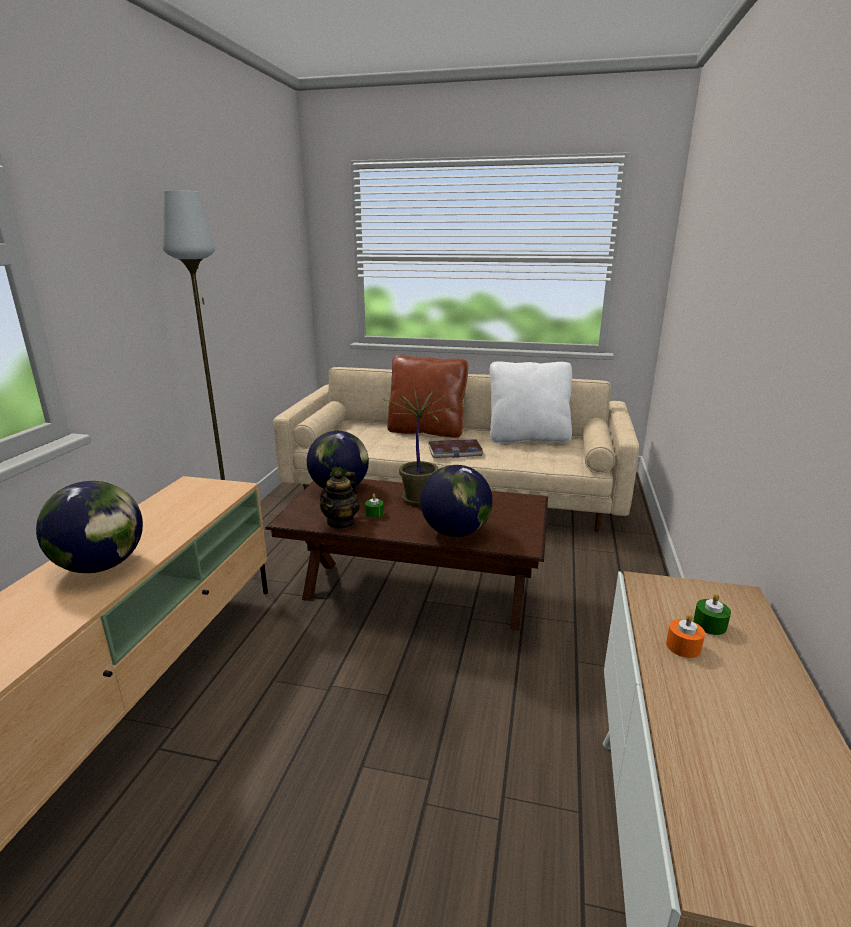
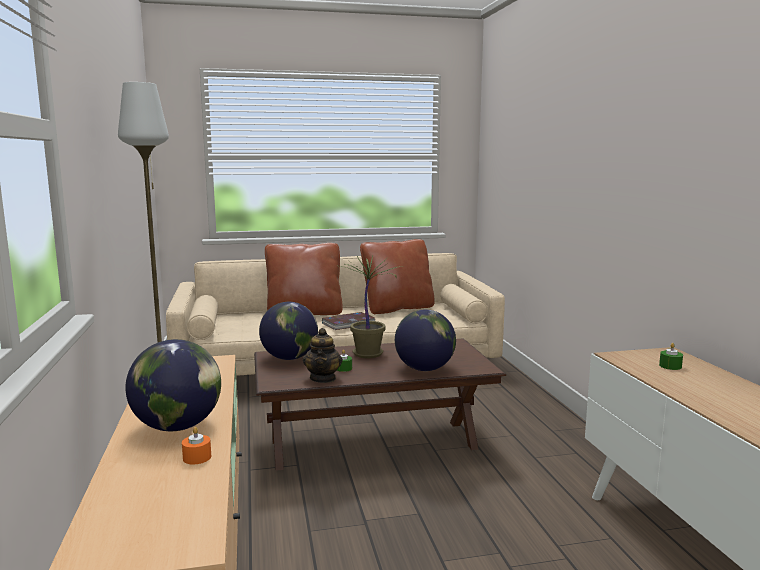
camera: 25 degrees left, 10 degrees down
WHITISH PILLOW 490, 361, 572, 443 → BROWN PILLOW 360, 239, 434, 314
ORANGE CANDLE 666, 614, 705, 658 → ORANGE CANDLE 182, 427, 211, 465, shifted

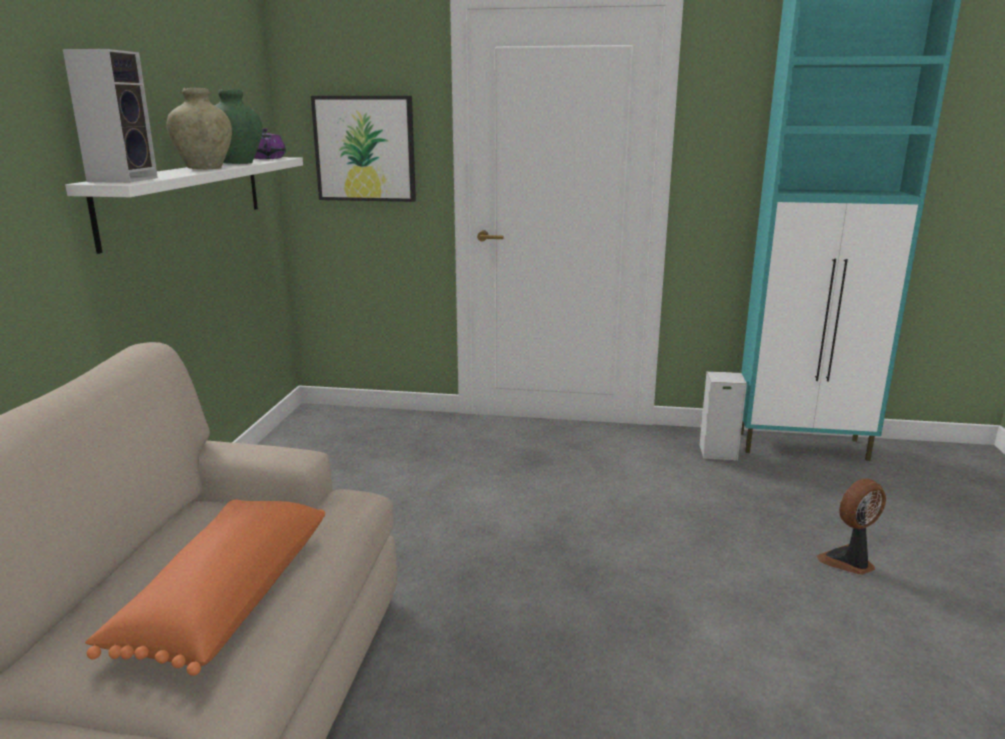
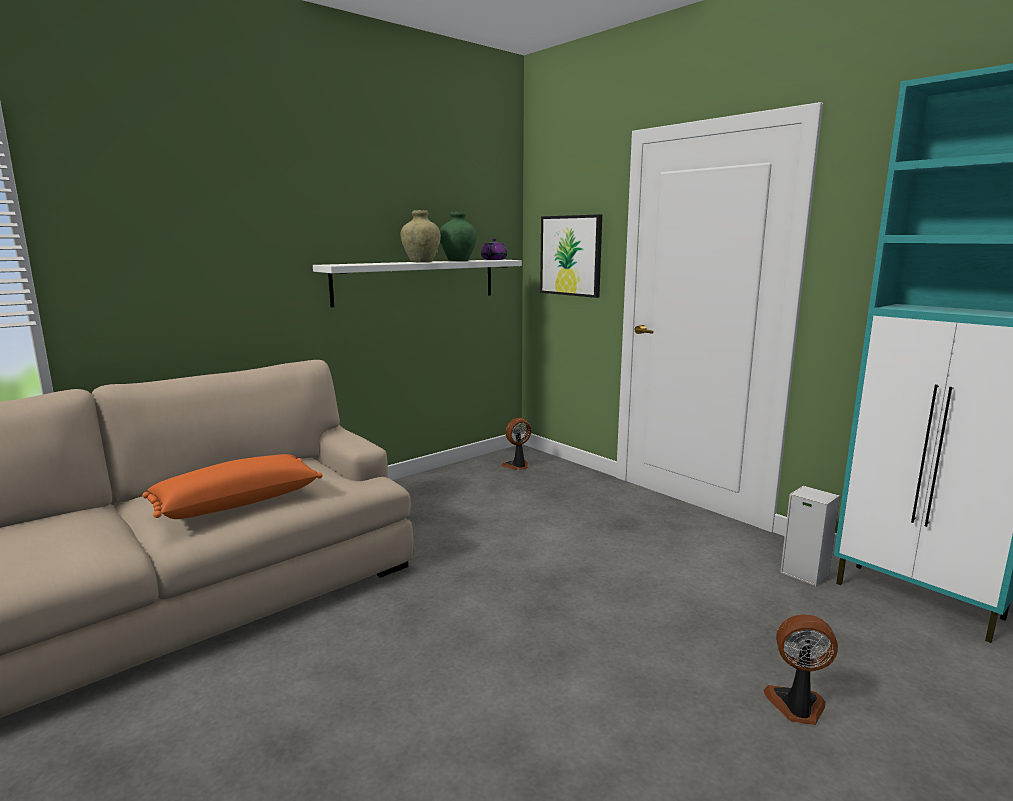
camera: 40 degrees right, 5 degrees down
LOUDSPEAKER 63, 49, 158, 183 → -
- → COOLING FAN 501, 417, 531, 470

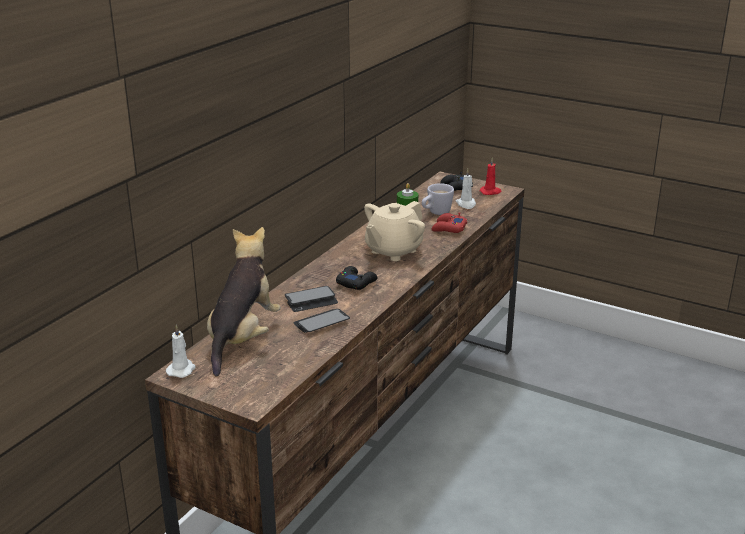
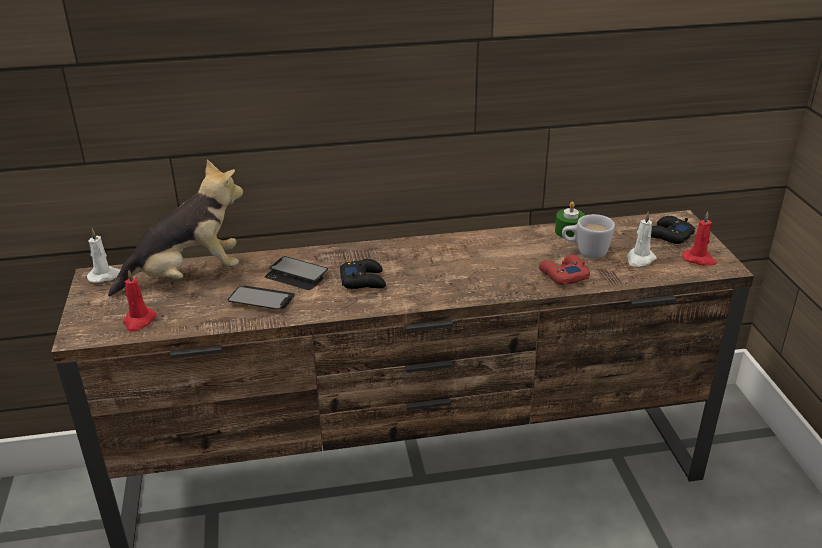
camera: 50 degrees right, 5 degrees up
BEIGE TEA POT 364, 201, 425, 261 → -
- → RED-COLOURED CANDLE 123, 270, 157, 332

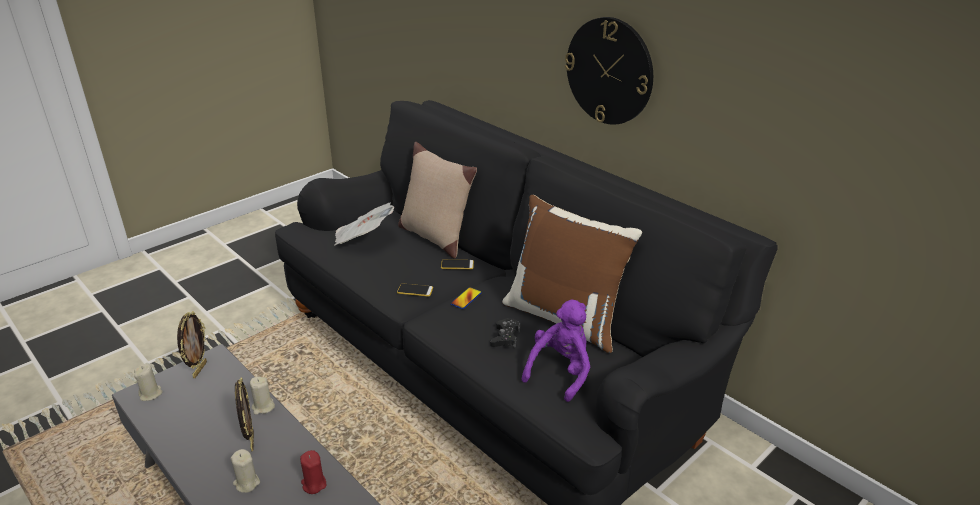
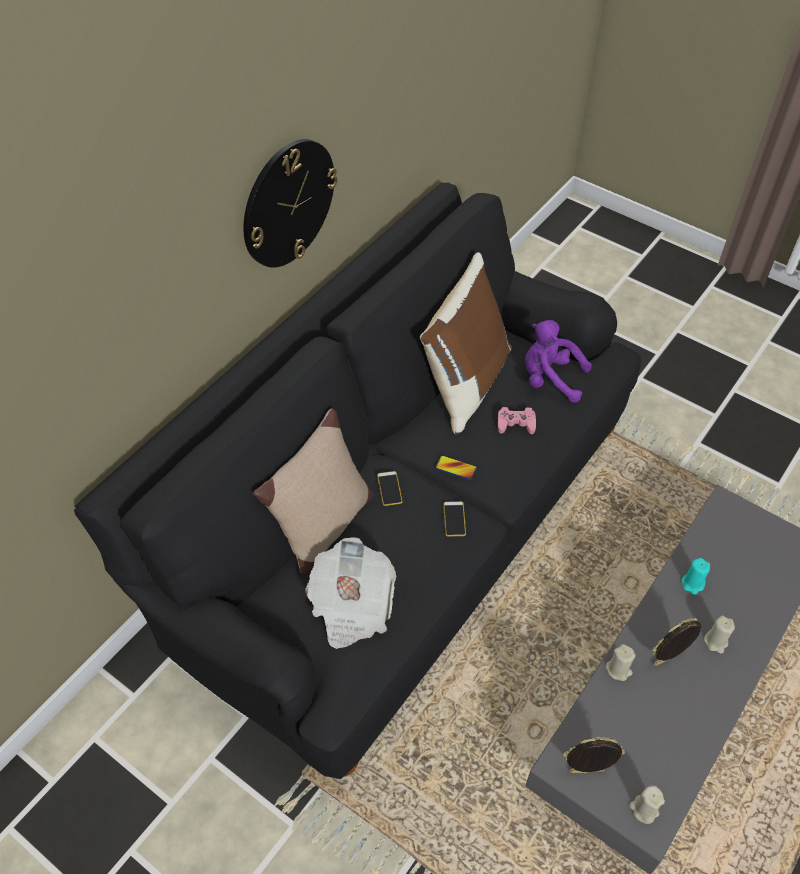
camera: 100 degrees left, 20 degrees up
BLACKISH JOYPAD 490, 318, 520, 348 → PINK-COLOURED JOYPAD 498, 407, 536, 434
RED-COLOURED CANDLE 300, 450, 326, 494 → TURQUOISE CANDLE 682, 558, 710, 595

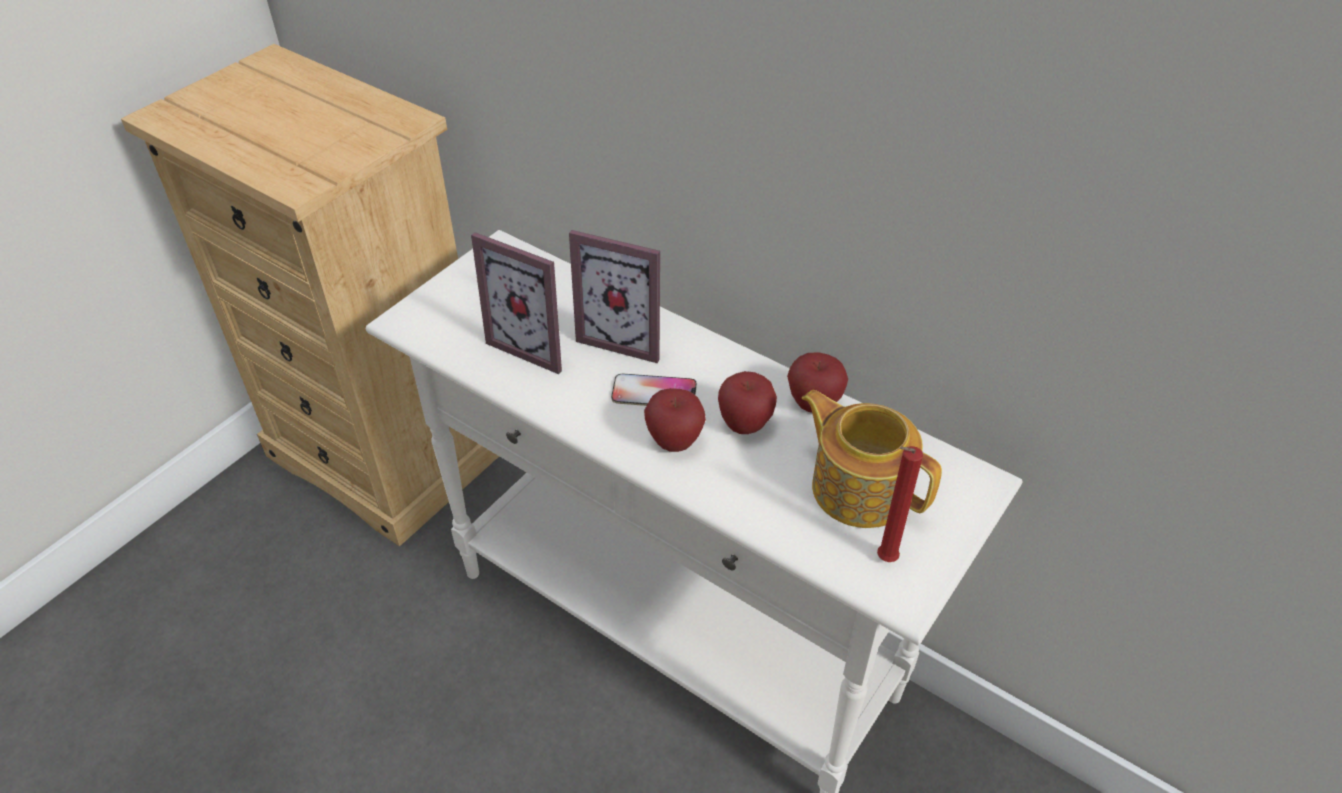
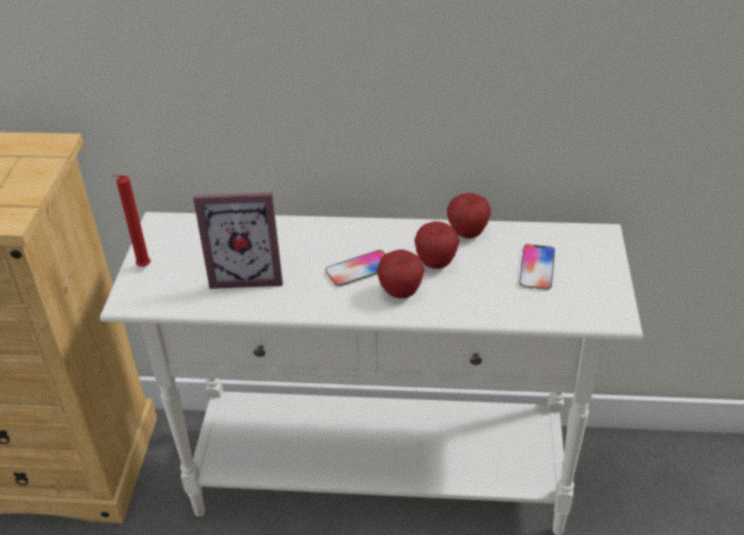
camera: 30 degrees left, 5 degrees down
PHOTO FRAME 569, 230, 660, 363 → -
TEA POT 802, 390, 942, 528 → TELEPHONE 519, 244, 555, 290
RED-COLOURED CANDLE 877, 446, 923, 562 → RED-COLOURED CANDLE 111, 175, 151, 267, shifted

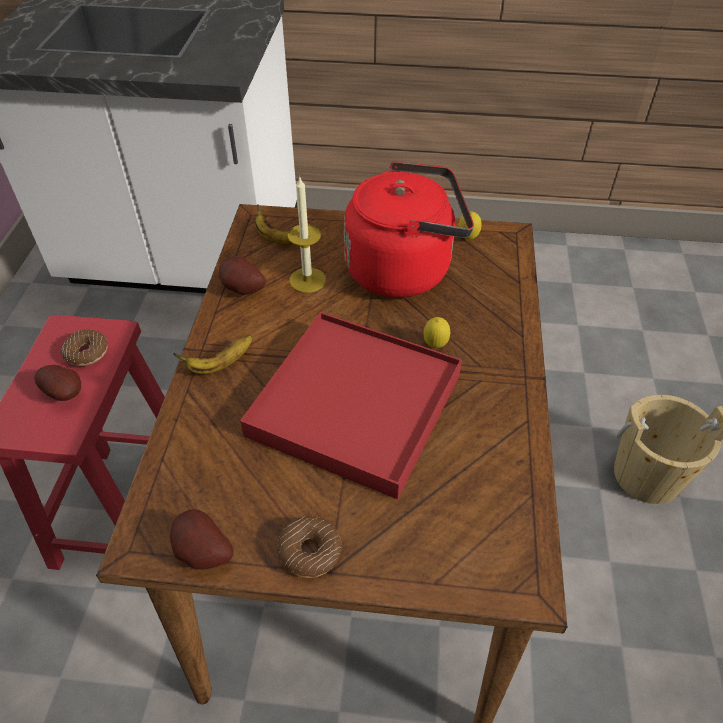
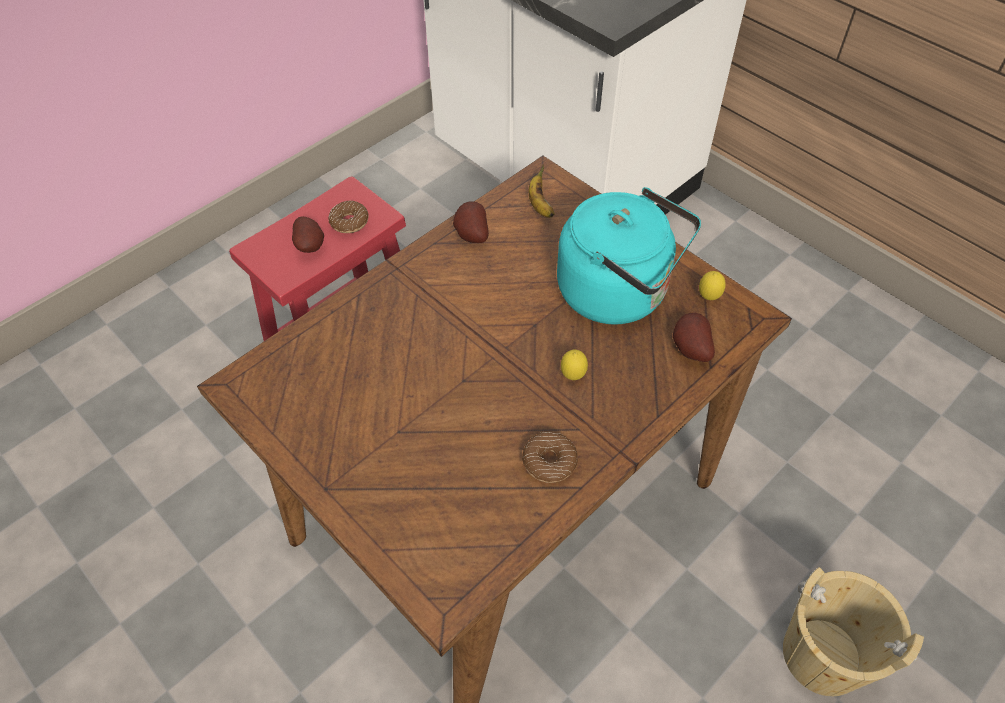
camera: 40 degrees right, 5 degrees up
RED-COLOURED TEA KETTLE 344, 161, 474, 298 → TURQUOISE TEA KETTLE 557, 187, 701, 325
CANDLE 288, 178, 326, 293 → -
RED-COLOURED SERVING TRAY 240, 312, 462, 499 → -
WHOLE BANANA 173, 335, 253, 374 → -
WHOLE POTATO 170, 509, 234, 570 → WHOLE POTATO 673, 313, 715, 362, shifted
DOUGHNUT 277, 516, 342, 578 → DOUGHNUT 522, 431, 578, 483, shifted

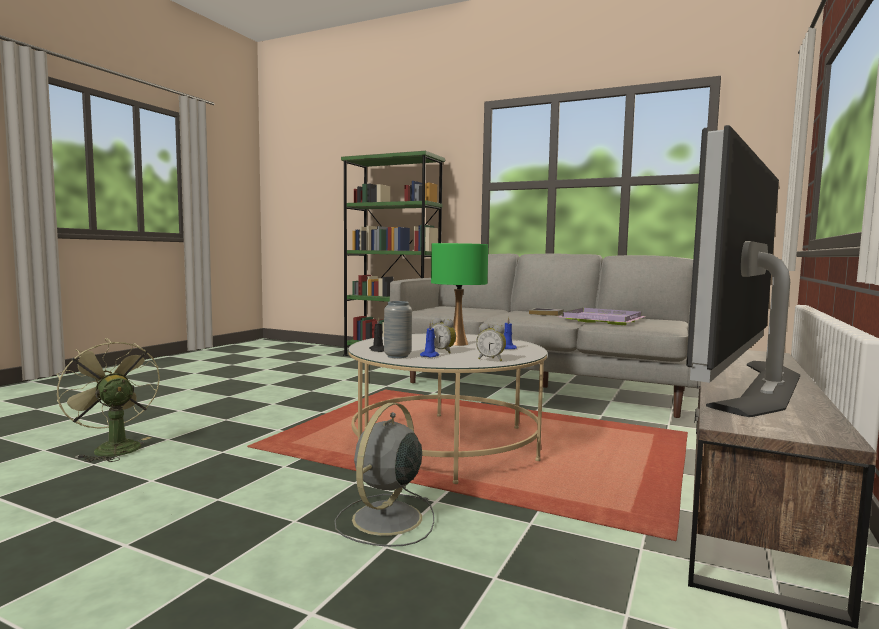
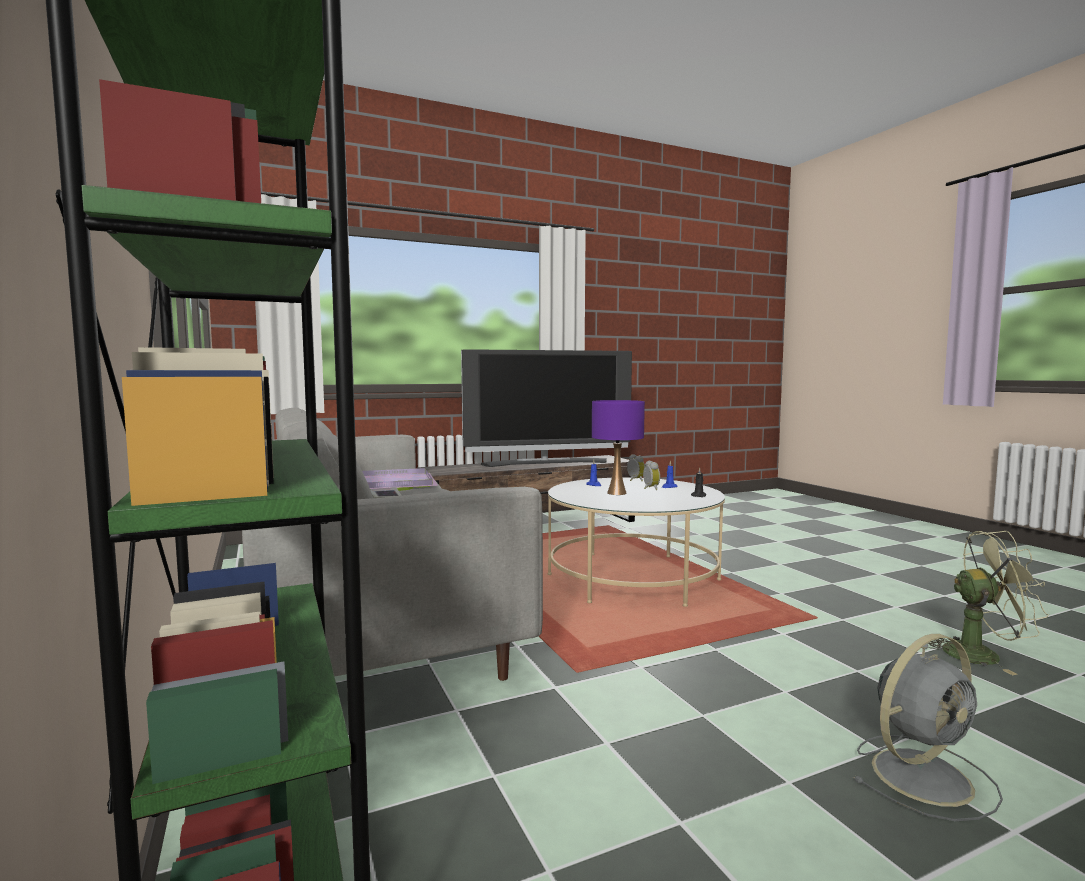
camera: 140 degrees left, 0 degrees up
GREEN-COLOURED TABLETOP LAMP 431, 243, 488, 346 → PURPLISH TABLETOP LAMP 592, 400, 645, 495
GRAY VASE 384, 301, 412, 358 → -
GREEN-COLOURED COOLING FAN 56, 338, 160, 462 → GREEN-COLOURED COOLING FAN 927, 531, 1049, 675, 75 degrees counterclockwise
GRAY COOLING FAN 334, 403, 434, 547 → GRAY COOLING FAN 853, 634, 1003, 821, shifted

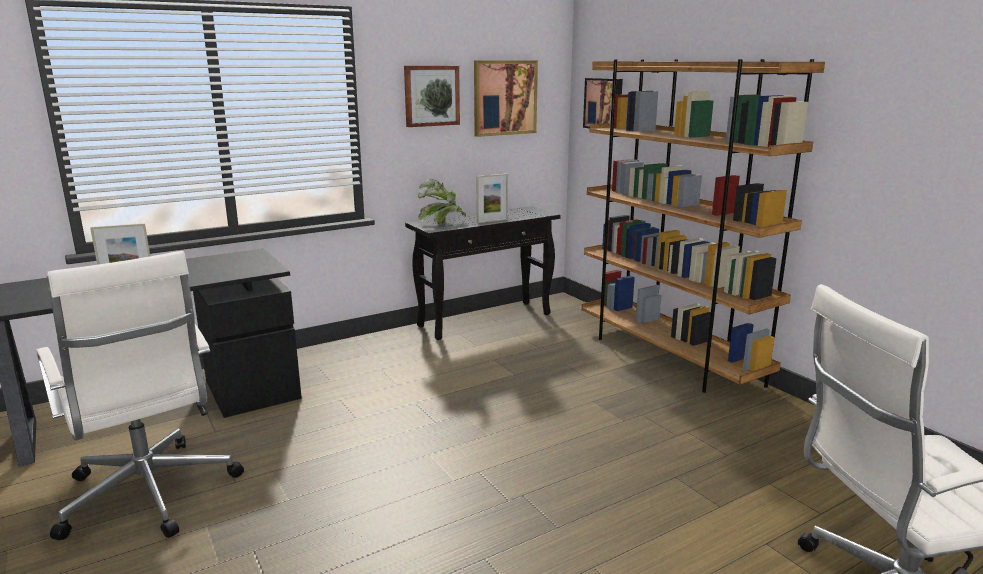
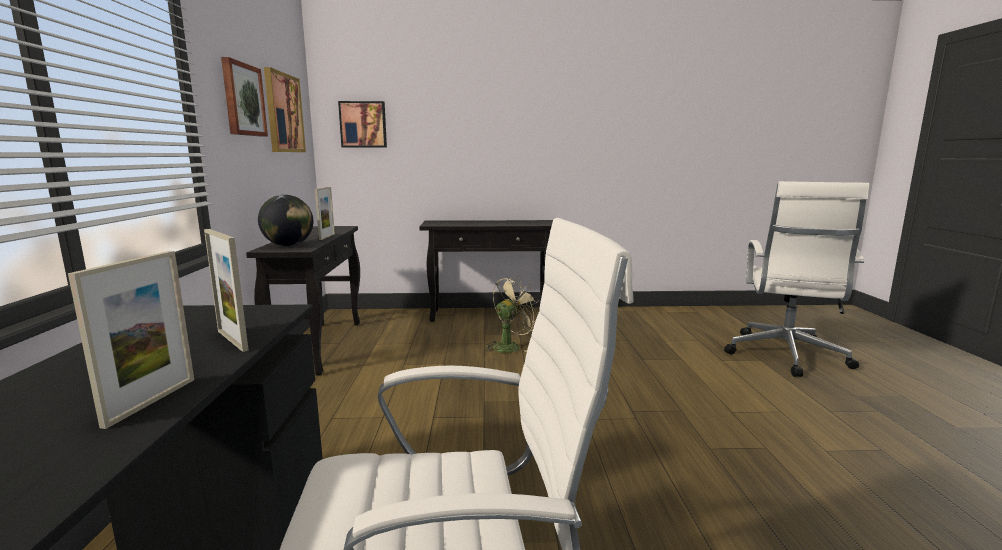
camera: 60 degrees left, 5 degrees down
BROWN SHELVING UNIT 582, 59, 825, 393 → BLACKISH NARROW TABLE 419, 220, 553, 322
POTTED PLANT 418, 179, 466, 225 → DESK GLOBE 258, 195, 313, 246
- → PHOTO FRAME 204, 229, 249, 352
- → BEIGE COOLING FAN 485, 276, 539, 353

